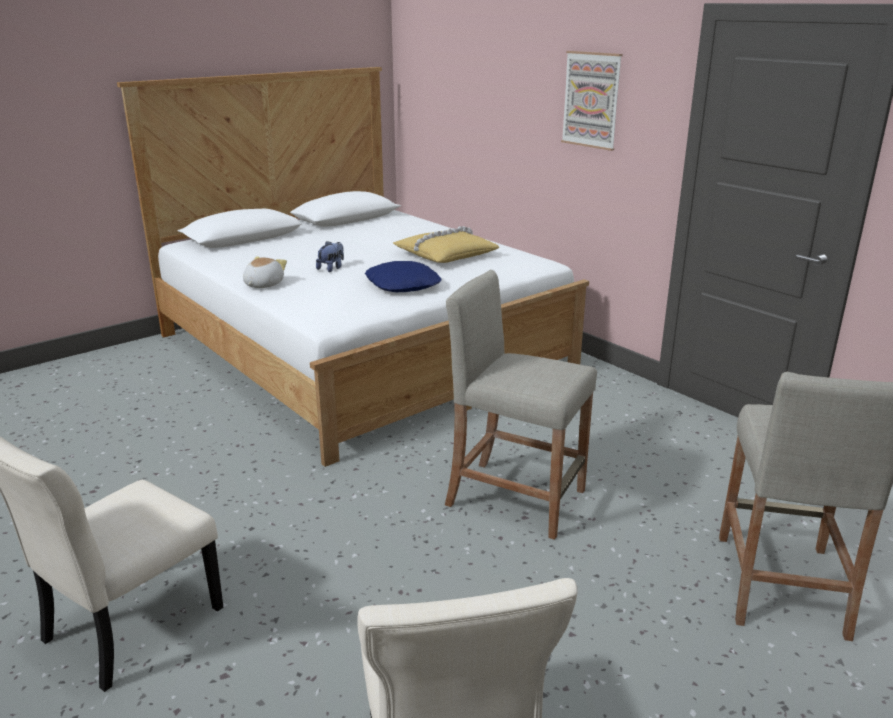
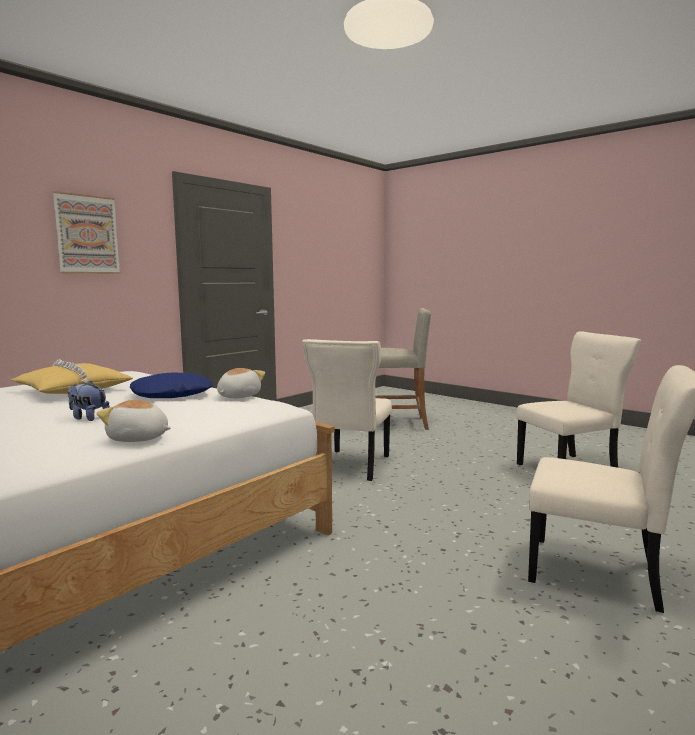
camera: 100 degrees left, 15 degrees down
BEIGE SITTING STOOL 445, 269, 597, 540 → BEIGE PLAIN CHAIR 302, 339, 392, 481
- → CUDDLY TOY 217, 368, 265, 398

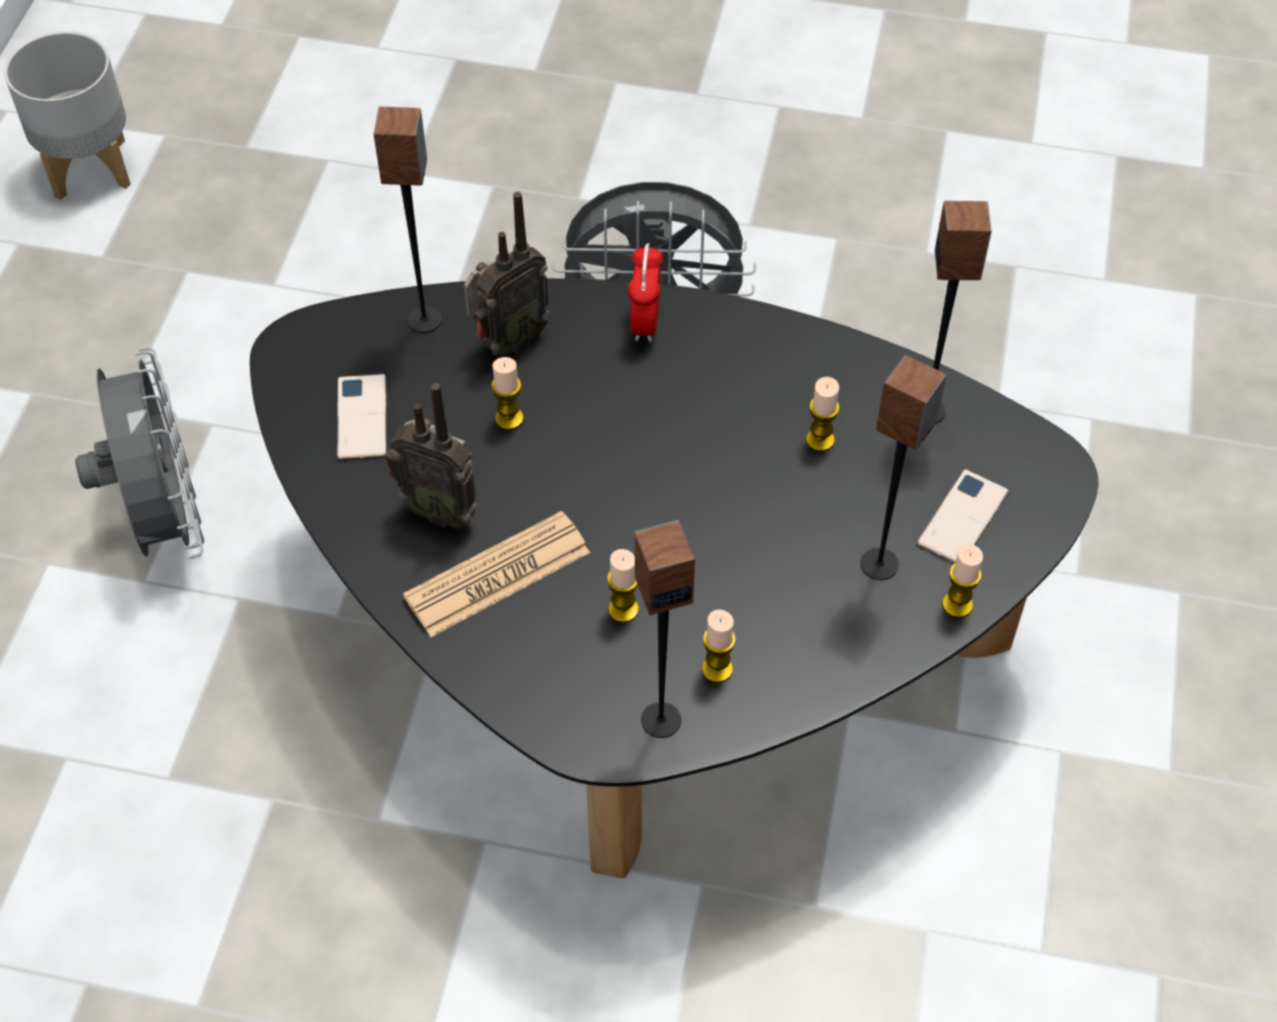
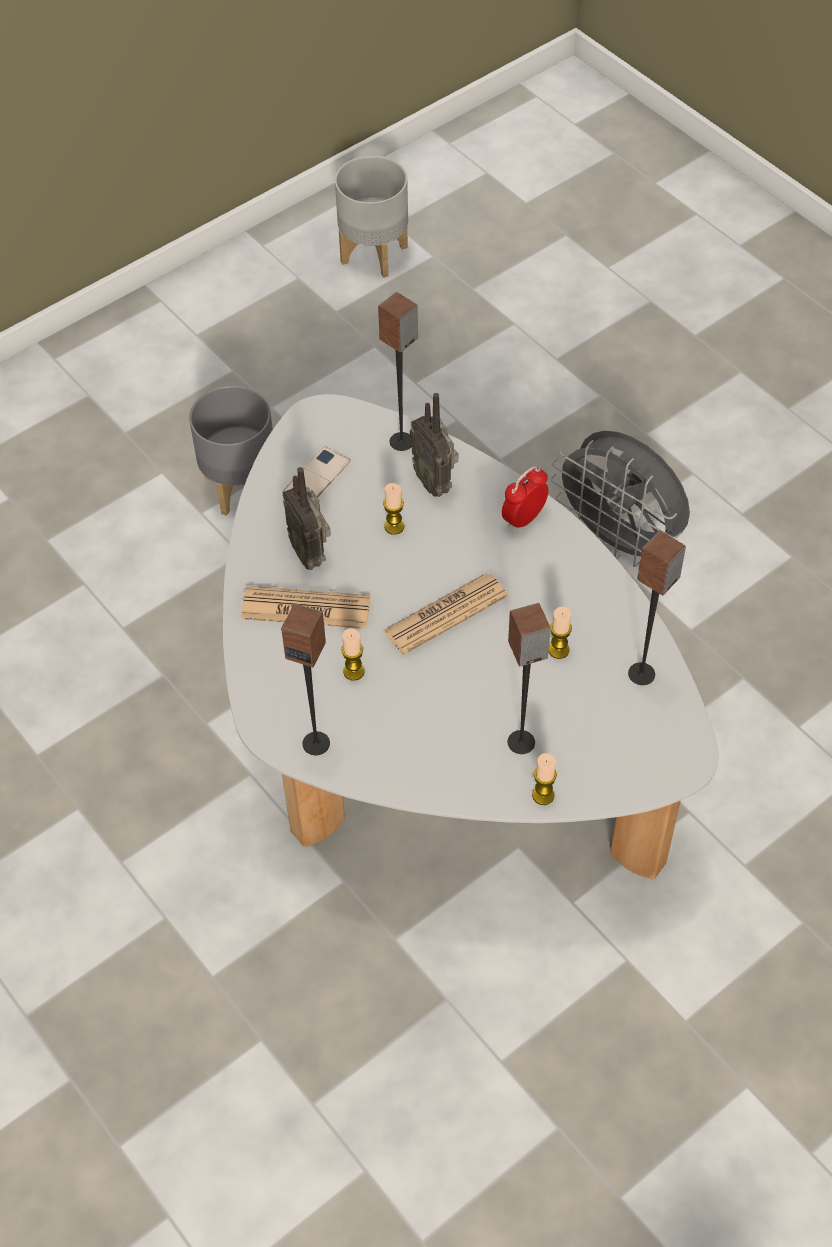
camera: 40 degrees right, 0 degrees up
RADIO SET 464, 191, 550, 357 → RADIO SET 410, 393, 458, 497, 60 degrees clockwise
BLACKISH LOW TABLE 250, 278, 1098, 878 → WHITISH LOW TABLE 223, 394, 719, 879
GRAY COOLING FAN 75, 347, 204, 559 → GRAY PLANTER 189, 385, 273, 516
TELEPHONE 917, 469, 1008, 563 → -
CANDLE 702, 609, 736, 683 → -
- → NEWSPAPER 383, 573, 508, 655

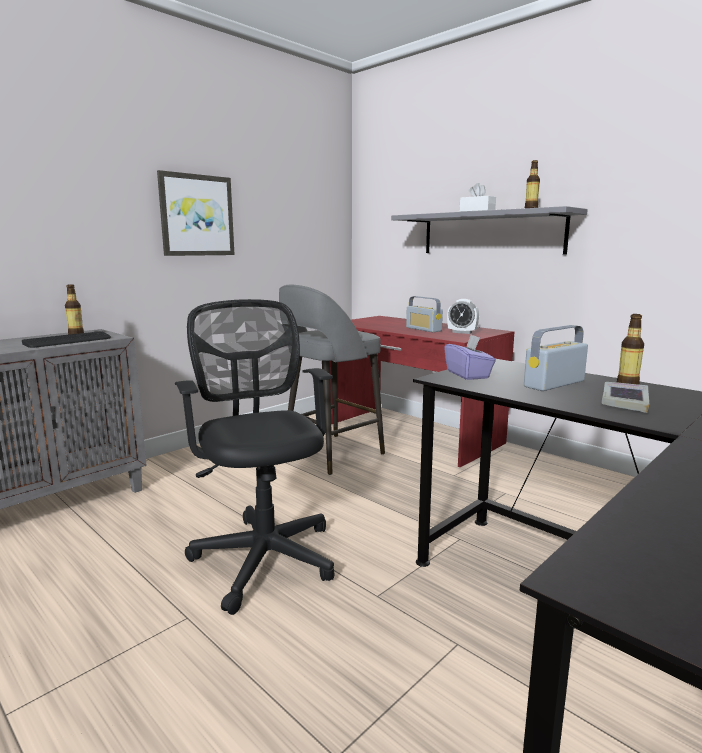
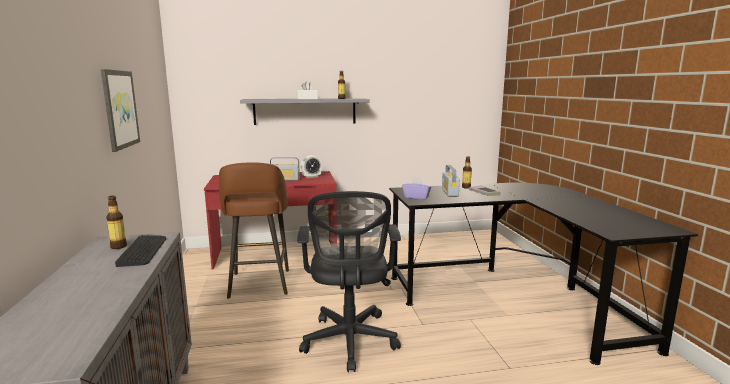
camera: 55 degrees left, 0 degrees up
GRAY SITTING STOOL 279, 285, 385, 475 → BROWN SITTING STOOL 219, 162, 289, 299
BLACKISH DESK CHAIR 175, 299, 334, 615 → BLACKISH DESK CHAIR 297, 191, 401, 372, 105 degrees counterclockwise

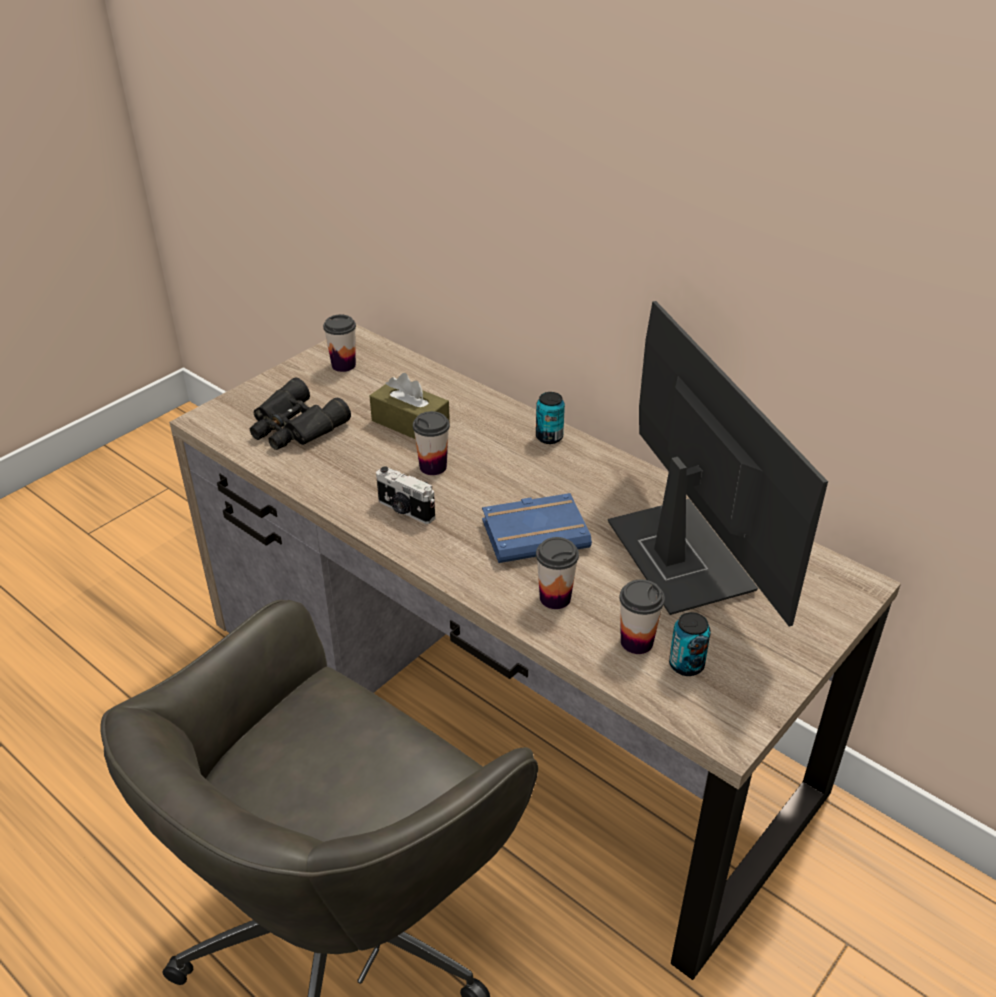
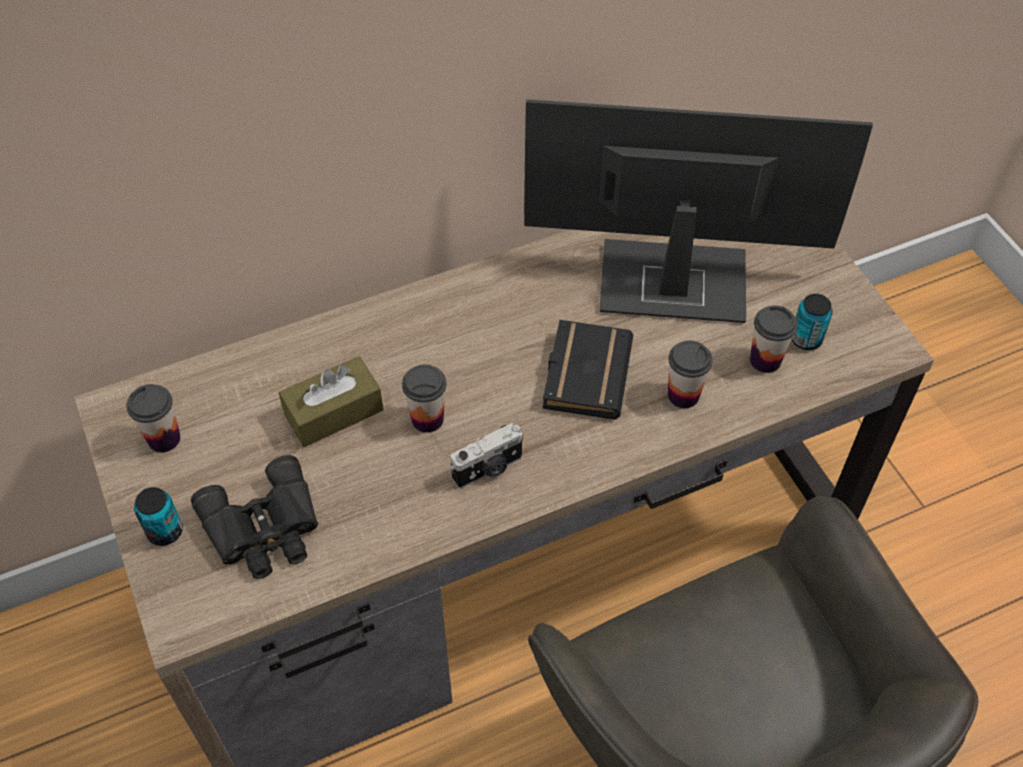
camera: 65 degrees left, 15 degrees up
METAL CAN 536, 392, 565, 444 → METAL CAN 134, 487, 183, 546, shifted
BLUE VOLUME 482, 493, 592, 563 → BLACKISH VOLUME 543, 320, 634, 420

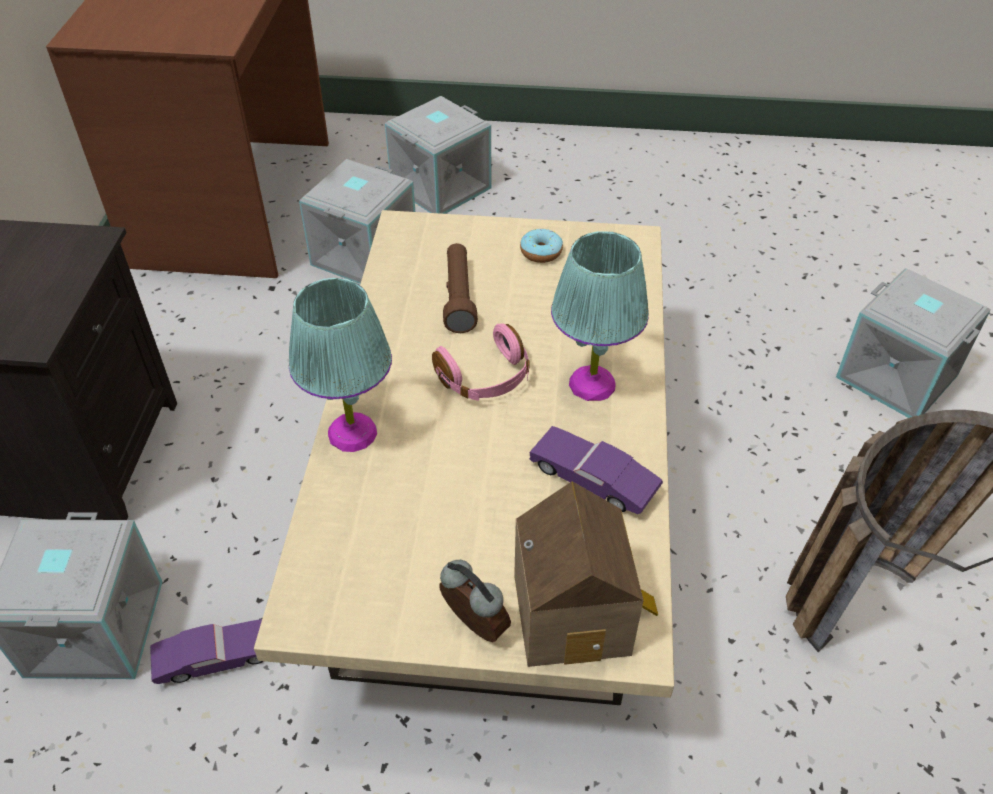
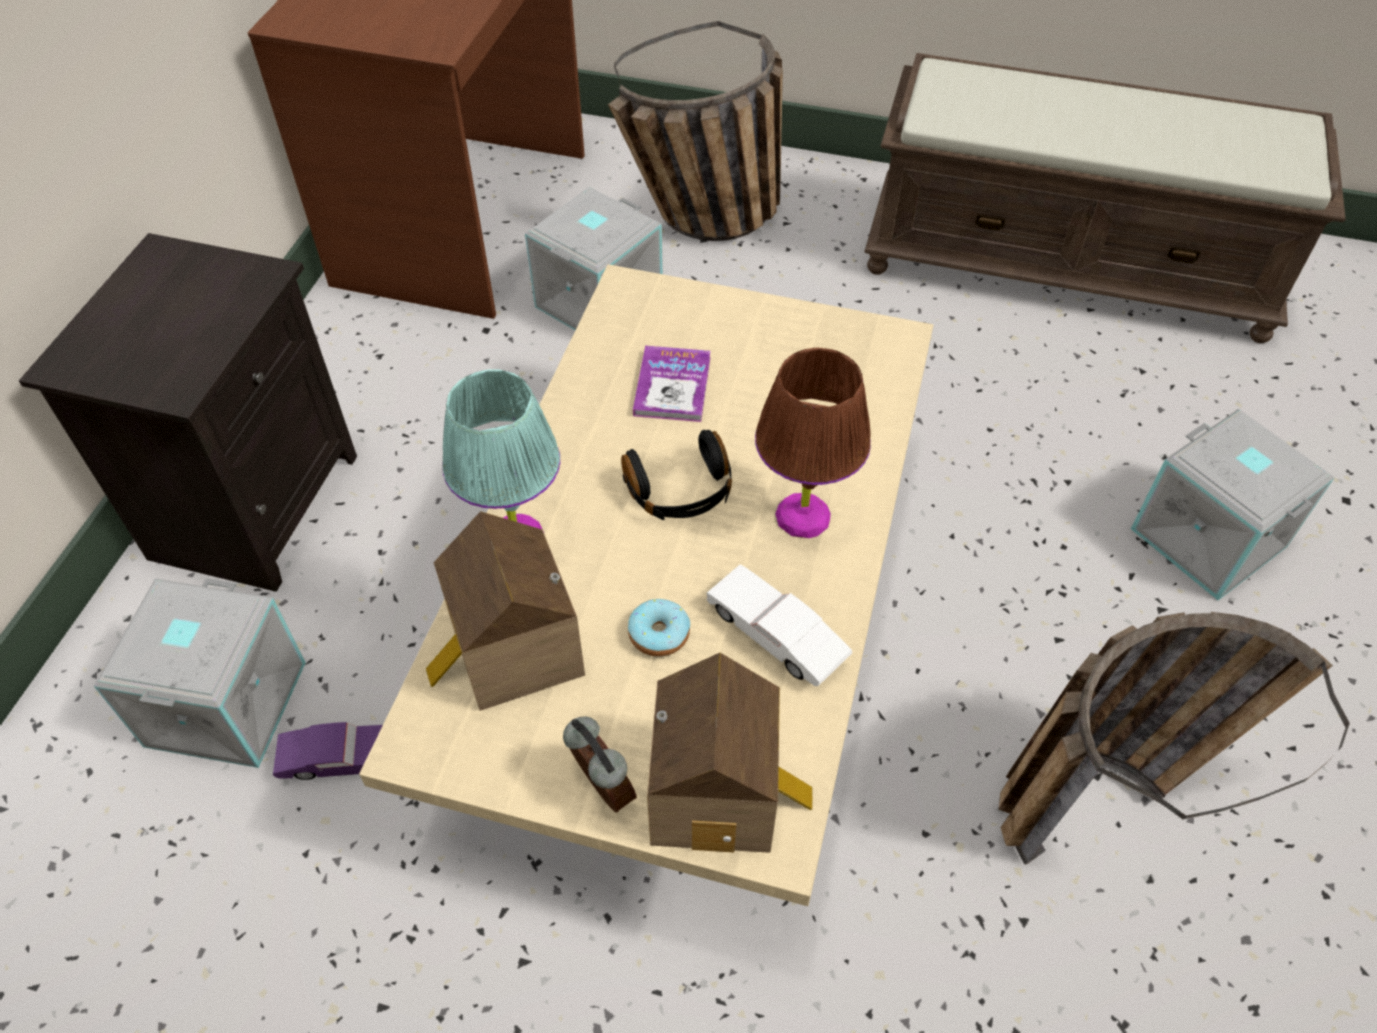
camera: 10 degrees right, 5 degrees up
GRAY STORAGE BOX 385, 96, 492, 214 → BASKET 608, 21, 783, 241
DOUGHNUT 520, 229, 563, 263 → DOUGHNUT 628, 599, 690, 657, shifted
TURQUOISE TABLETOP LAMP 551, 231, 649, 401 → BROWN TABLETOP LAMP 755, 347, 871, 538
BROWN HAND TORCH 443, 243, 478, 333 → VOLUME 633, 346, 711, 422
PINK-COLOURED HEADPHONES 432, 323, 530, 401 → BLACKISH HEADPHONES 621, 430, 732, 520
PURPLISH MODEL CAR 529, 426, 663, 514 → WHITISH MODEL CAR 706, 564, 852, 686
- → BROWN LONG SEAT 864, 53, 1346, 343
- → TOY HOUSE 426, 511, 585, 711

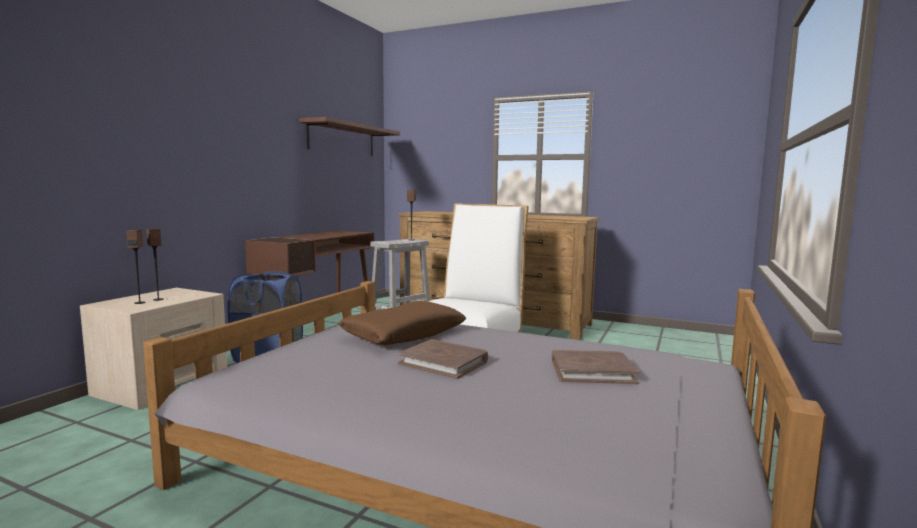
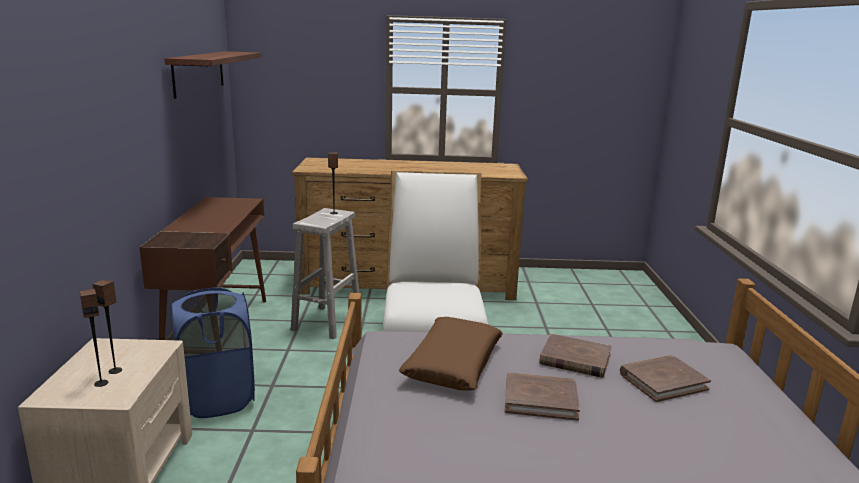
camera: 25 degrees left, 10 degrees up
- → BROWN VOLUME 540, 334, 611, 378

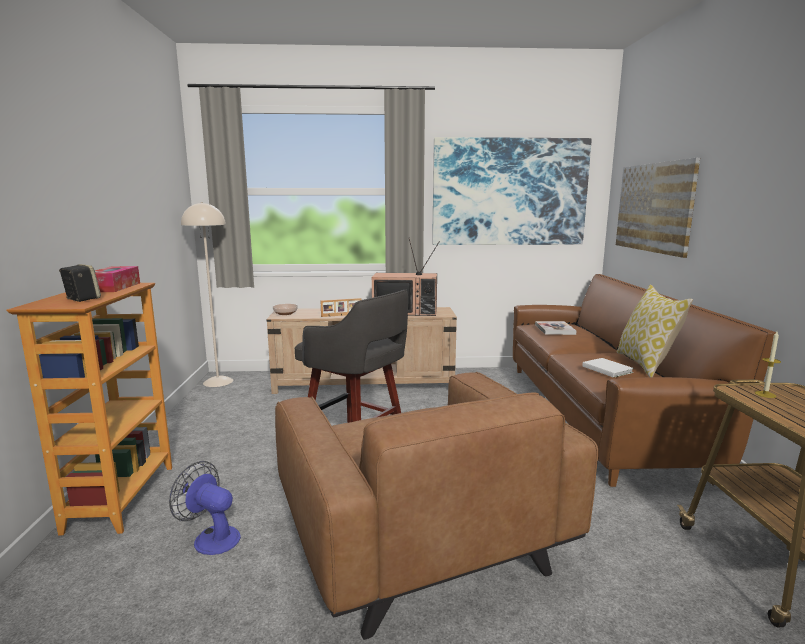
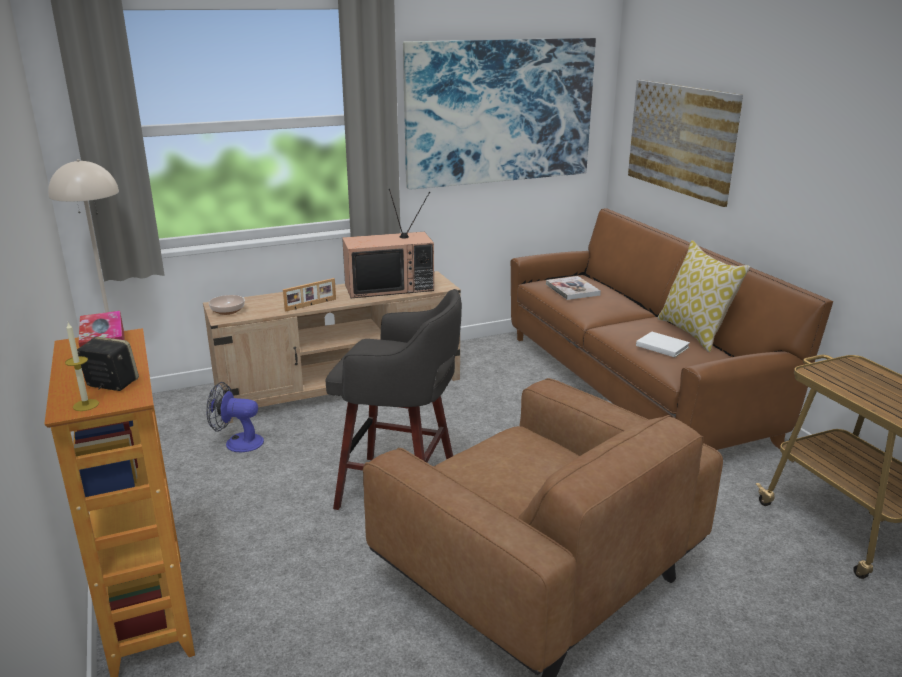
camera: 20 degrees left, 10 degrees up
CANDLE 755, 332, 781, 398 → CANDLE 65, 323, 99, 411, shifted
COOLING FAN 169, 461, 241, 555 → COOLING FAN 206, 382, 264, 452, shifted

